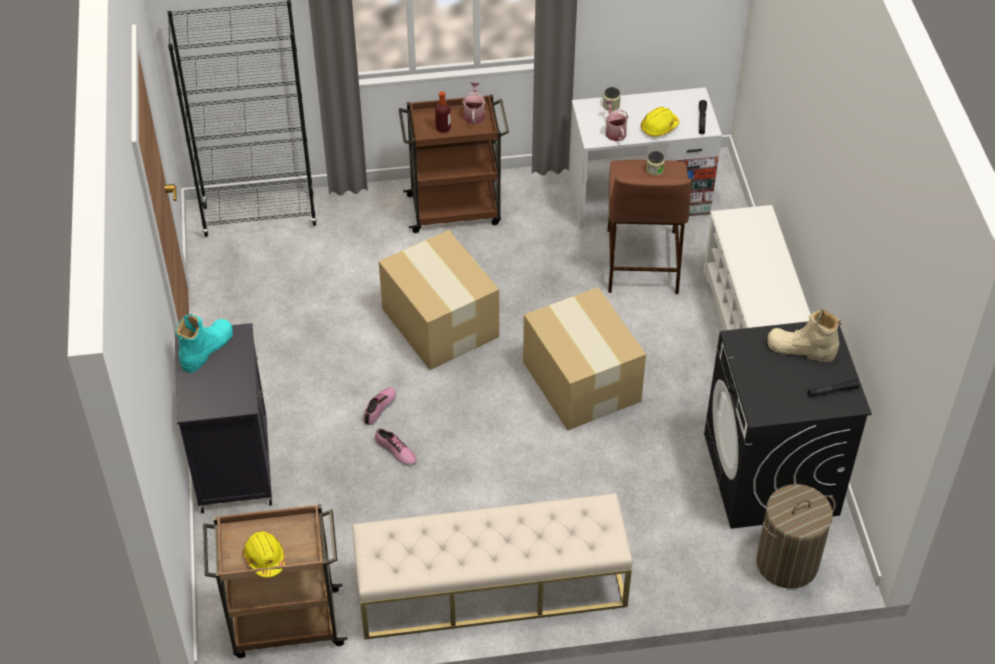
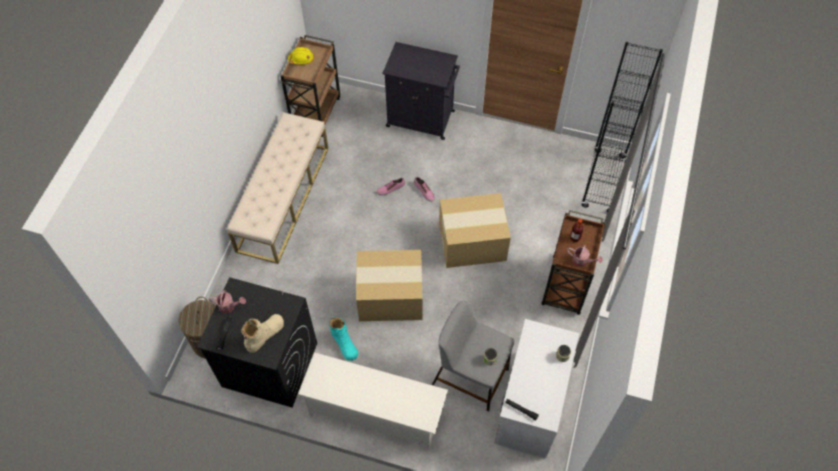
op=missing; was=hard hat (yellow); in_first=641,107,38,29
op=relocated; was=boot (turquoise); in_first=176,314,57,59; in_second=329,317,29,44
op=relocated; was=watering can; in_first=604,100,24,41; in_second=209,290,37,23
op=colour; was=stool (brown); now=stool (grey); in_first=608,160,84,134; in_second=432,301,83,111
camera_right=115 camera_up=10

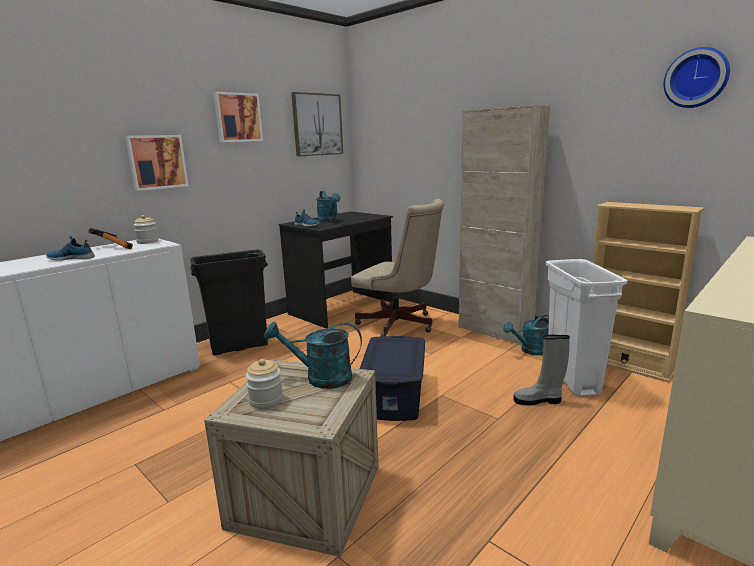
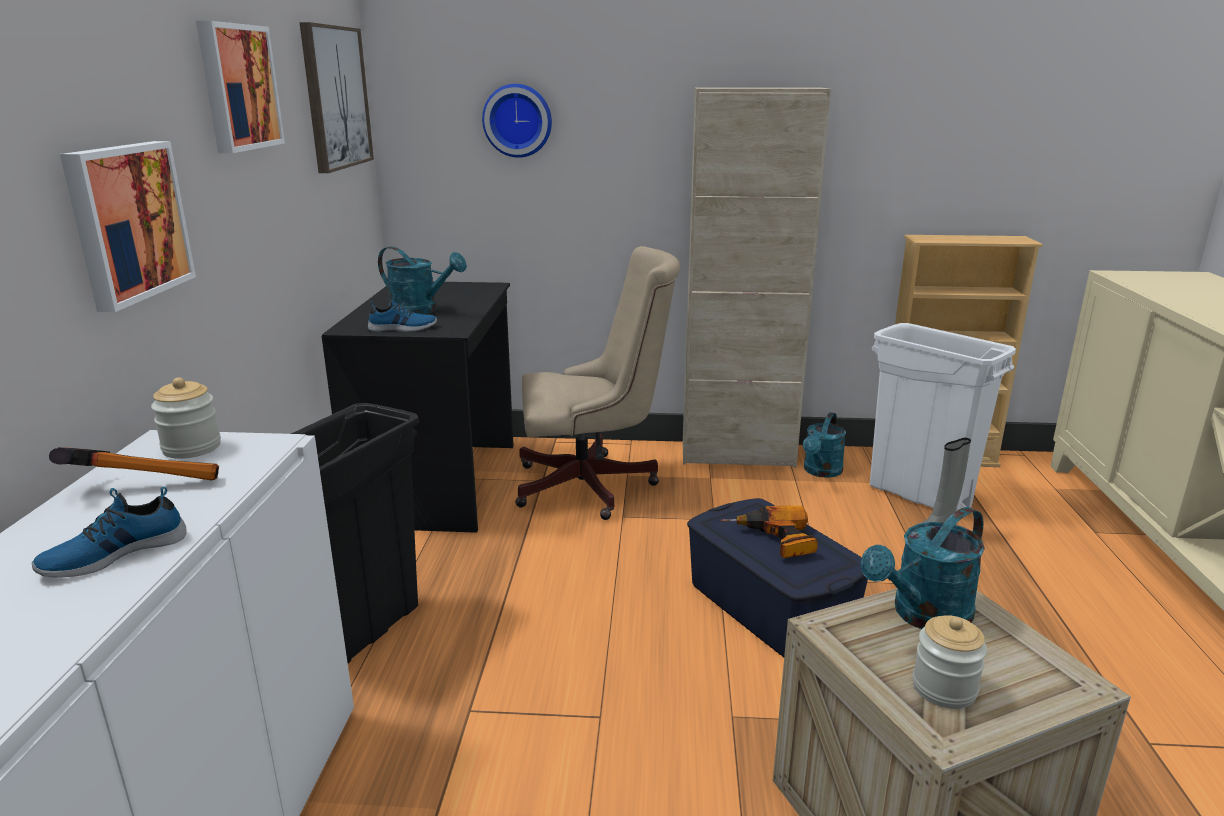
op=appeared; now=power drill; in_second=720,506,98,52
op=relocated; was=wall clock; in_first=663,47,67,61; in_second=482,84,70,74
camera_right=-40 camera_up=5

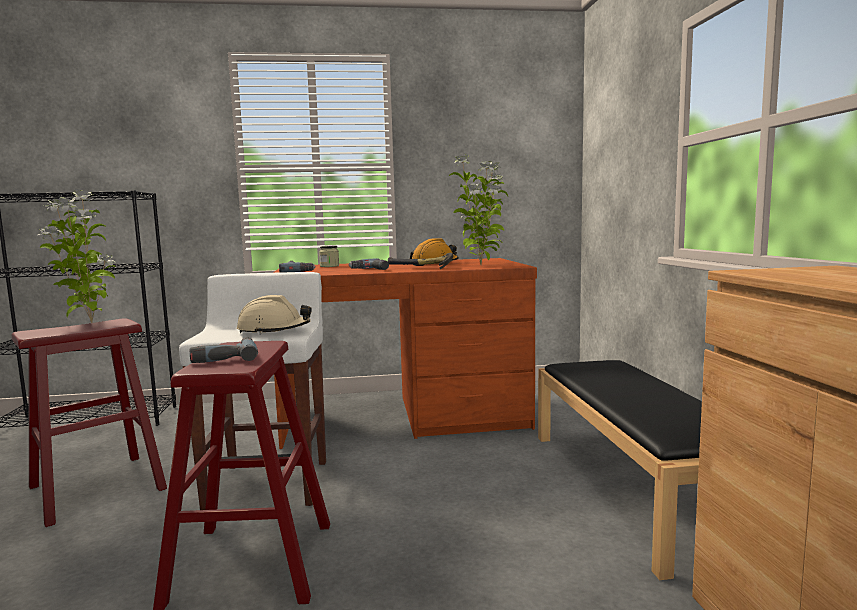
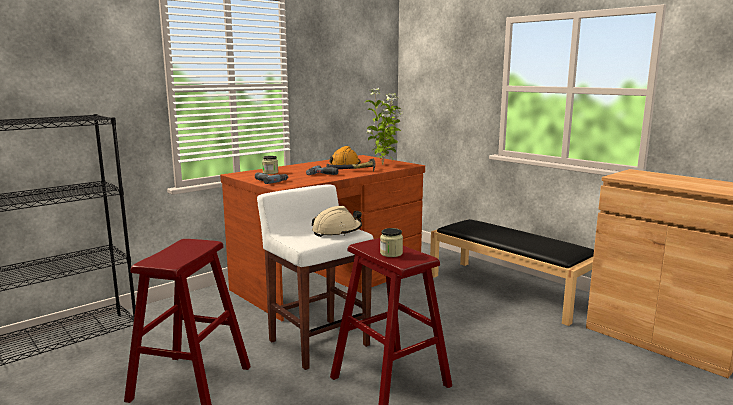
op=missing; was=potted plant; in_first=38,189,78,134
op=exchanged; was=power drill; now=jar; in_first=190,337,68,26; in_second=380,228,23,29
camera_right=-35 camera_up=5

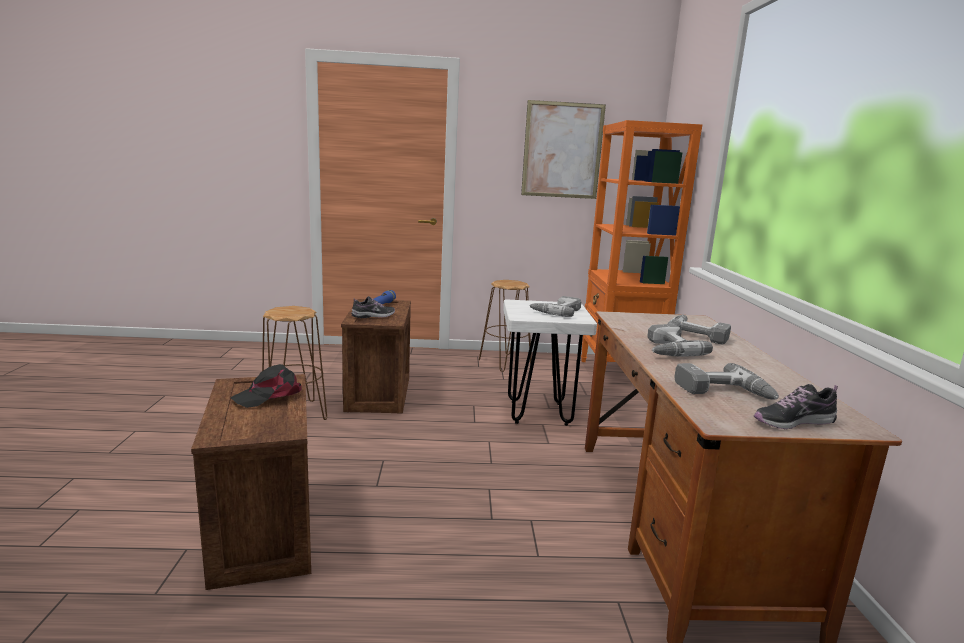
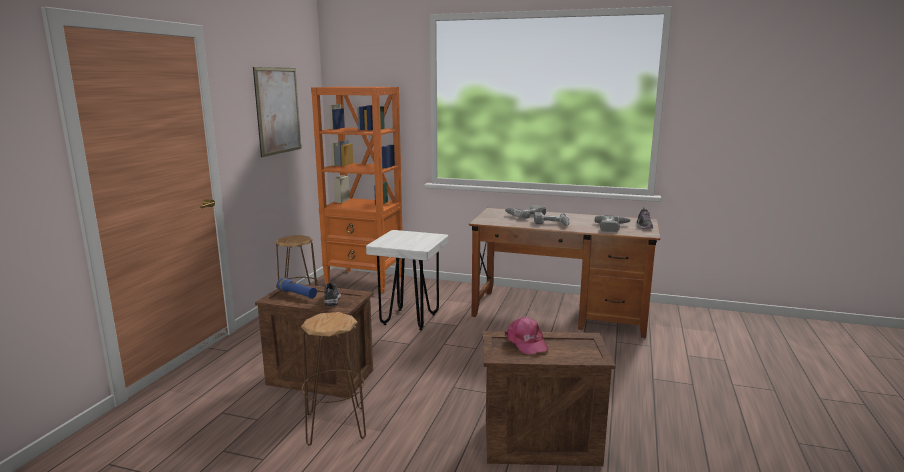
op=missing; was=power drill; in_first=529,296,52,21
op=colour; was=cap (black); now=cap (pink); in_first=231,364,71,44; in_second=505,317,44,37
camera_right=-70 camera_up=0

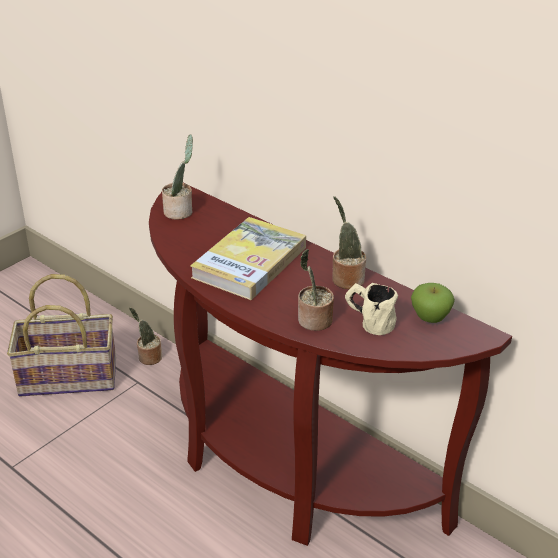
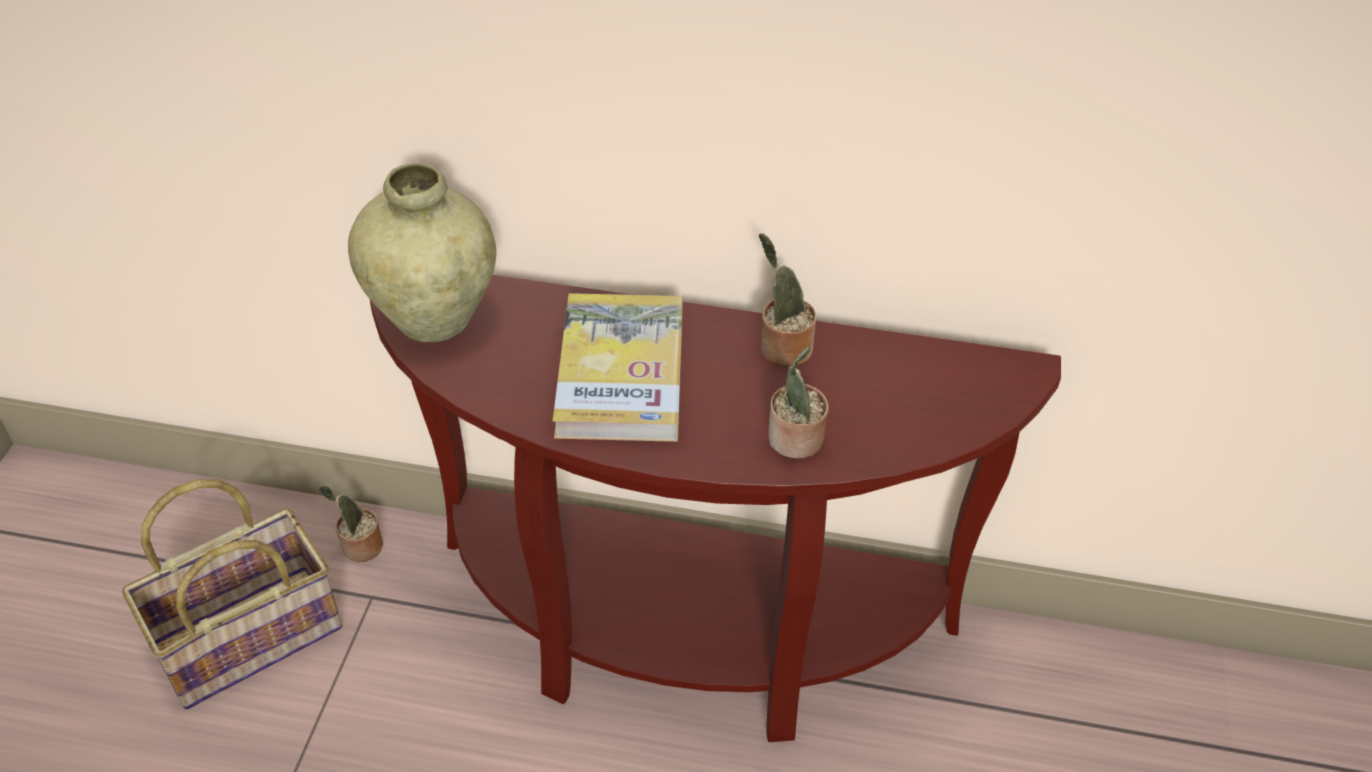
op=missing; was=mug (beige); in_first=345,283,53,52
op=missing; was=apple; in_first=411,283,44,40
op=exchanged; was=potted plant; now=vase (beige); in_first=162,134,31,85; in_second=348,163,148,180
camera_right=-30 camera_up=10

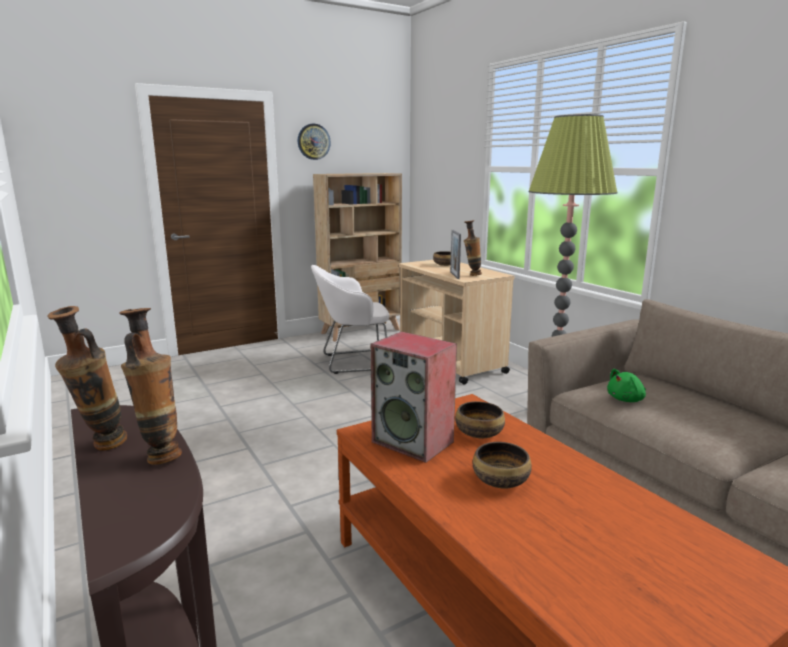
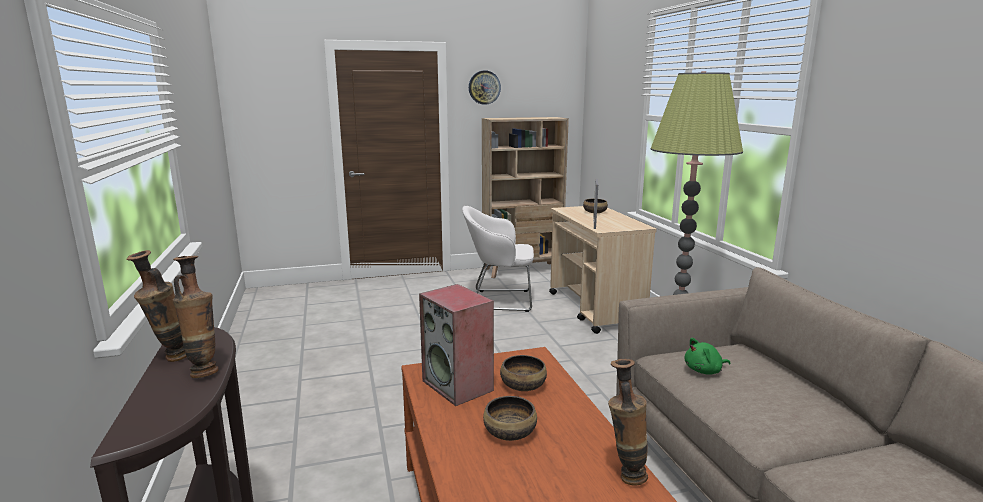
op=relocated; was=vase; in_first=464,220,18,56; in_second=608,359,40,127
camera_right=15 camera_up=0

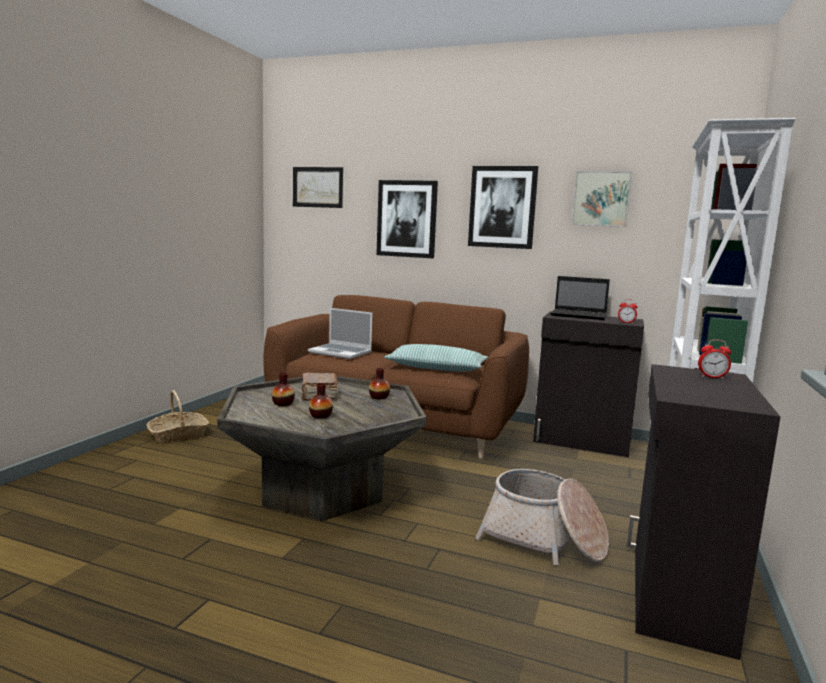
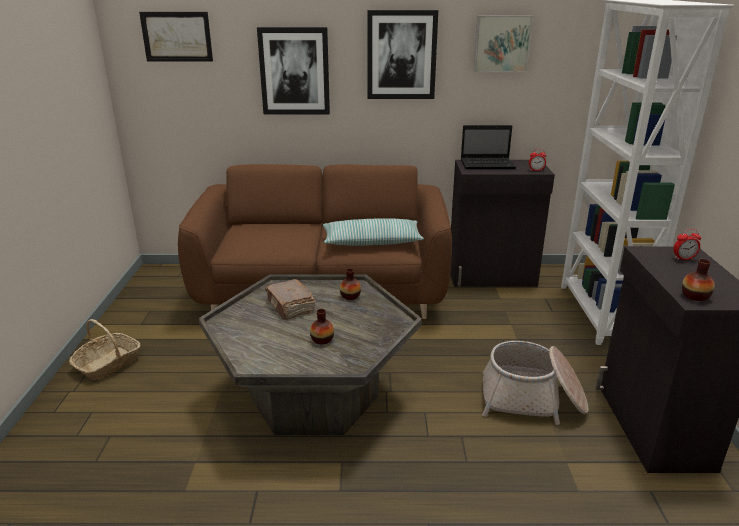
op=missing; was=laptop; in_first=308,308,65,51
op=relocated; was=vase; in_first=272,373,23,33; in_second=682,259,33,42
camera_right=-20 camera_up=15

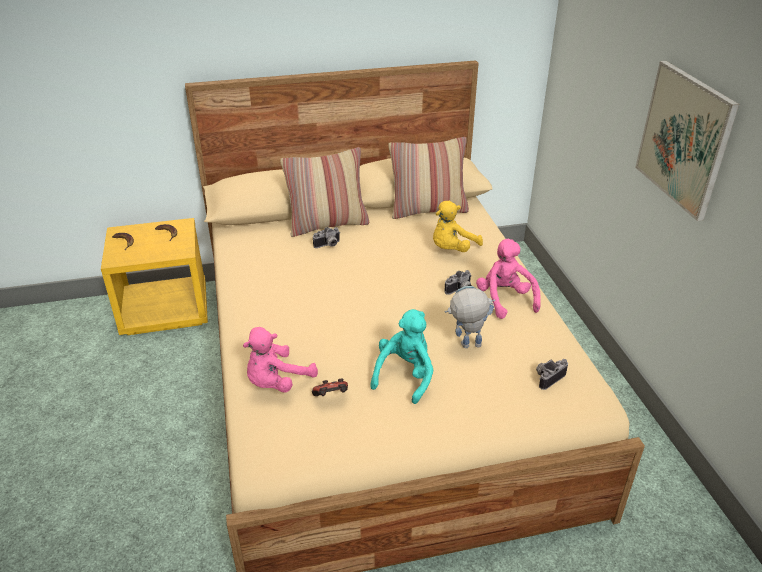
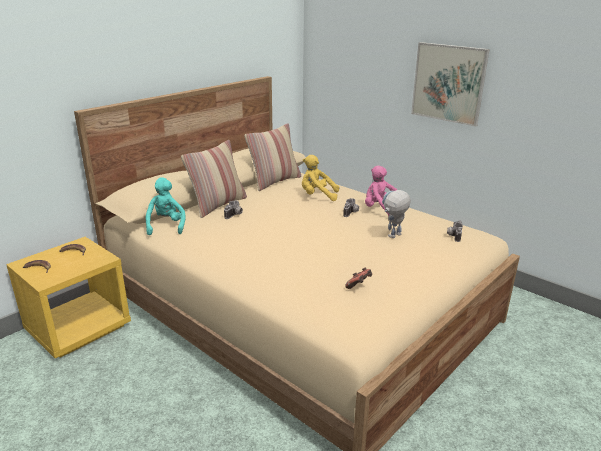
op=missing; was=plush toy (pink); in_first=243,327,75,66
op=relocated; was=plush toy (turquoise); in_first=370,309,64,95; in_second=145,177,40,58
op=spun; was=plush toy (yellow); in_first=433,201,50,51; in_second=302,155,37,46; clockwise=90
camera_right=-35 camera_up=-10

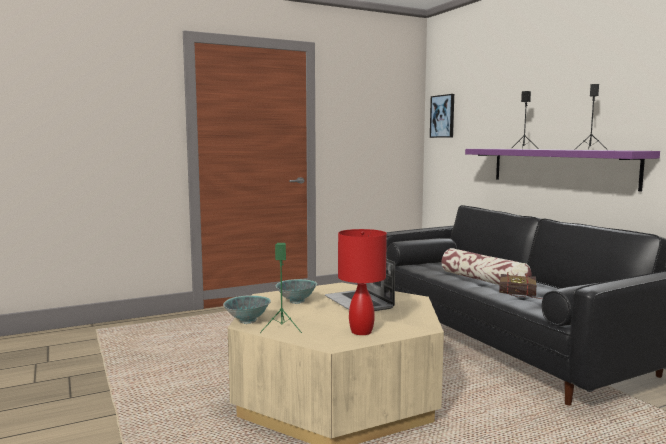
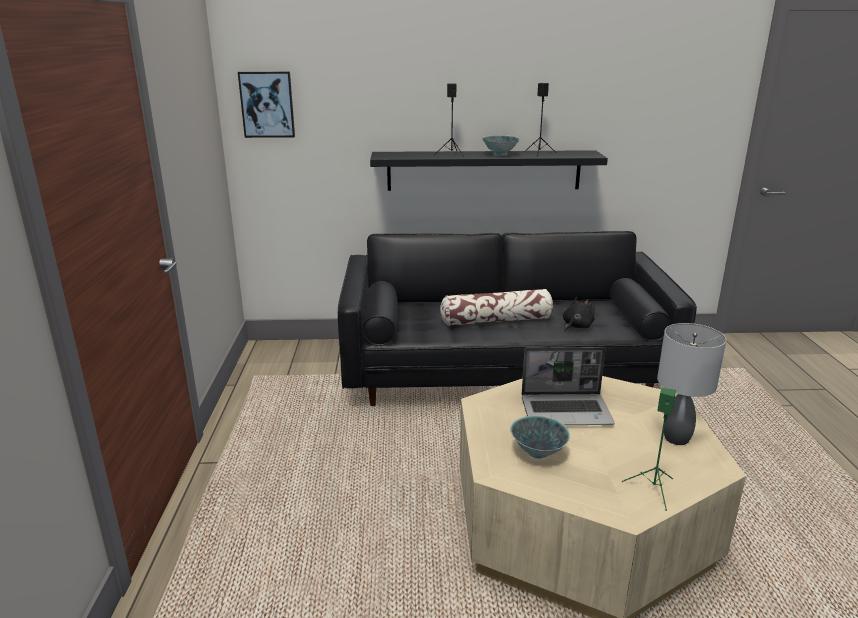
op=relocated; was=bowl; in_first=223,295,48,29; in_second=482,135,38,21
op=exchanged; was=book; now=plush toy (black); in_first=499,272,44,27; in_second=563,297,32,35
op=colour; was=table lamp (red); now=table lamp (grey); in_first=338,229,49,106; in_second=657,323,69,122
op=colour; was=shelf (purple); now=shelf (black); in_first=465,149,195,43; in_second=370,150,238,41
camera_right=-65 camera_up=15

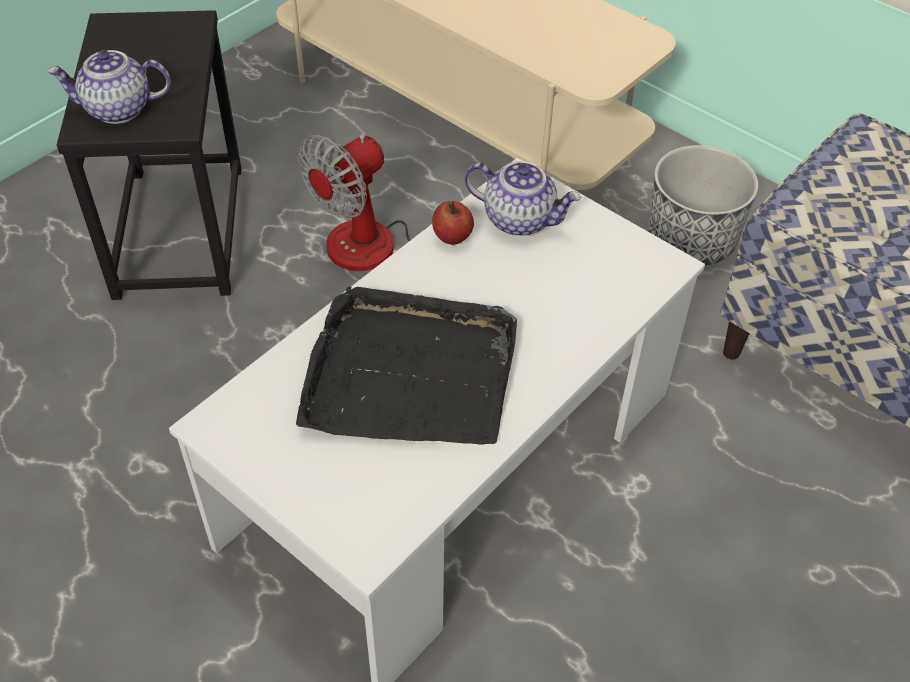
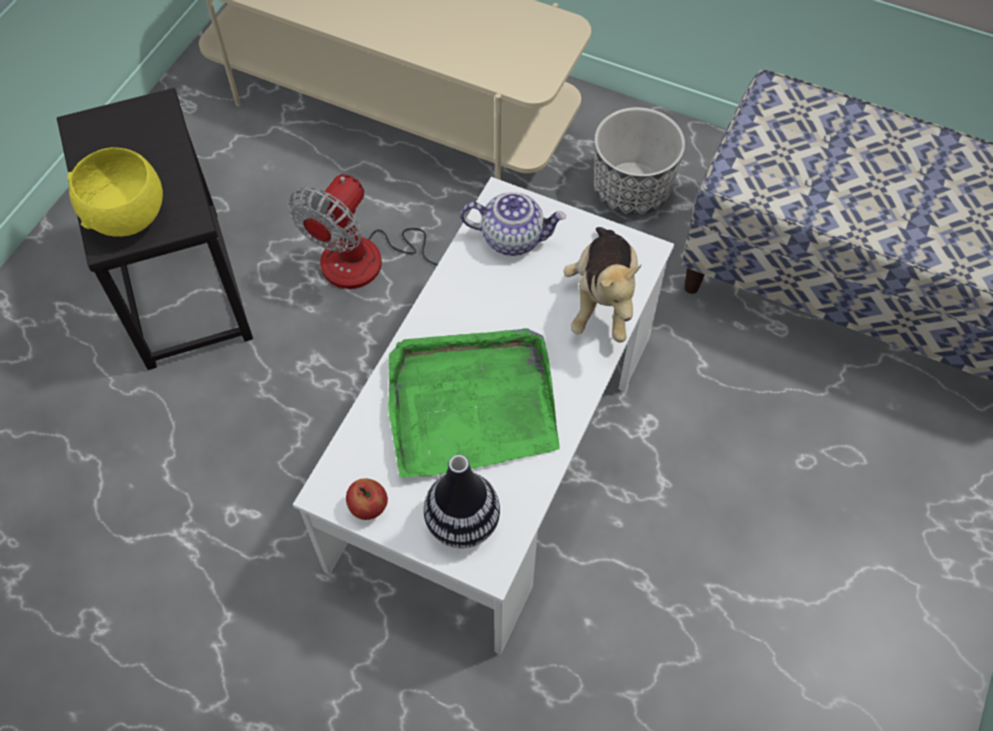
op=appeared; now=vase; in_second=424,455,76,93
op=appeared; now=plush toy; in_second=564,227,77,116
op=relocated; was=apple; in_first=432,201,42,44; in_second=346,479,42,41
op=exchanged; was=teapot; now=bowl (yellow); in_first=47,50,124,74; in_second=67,147,96,90
op=colour; was=tray (black); now=tray (green); in_first=296,286,221,159; in_second=388,328,172,150
camera_right=-15 camera_up=10

